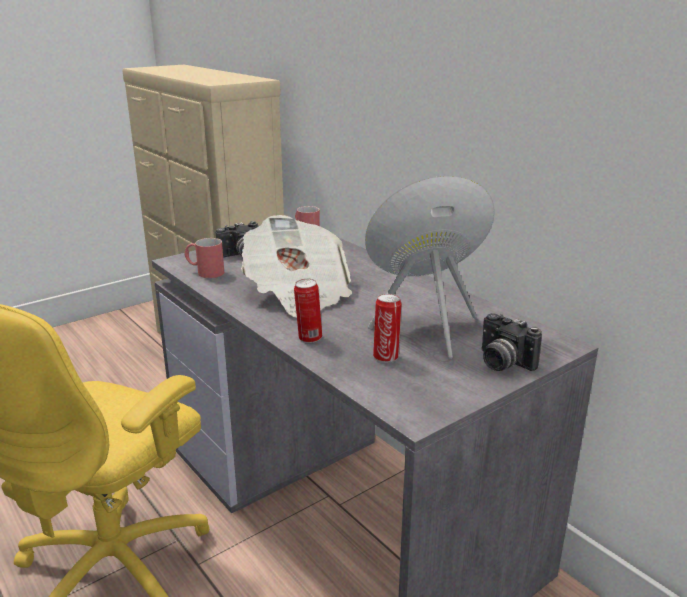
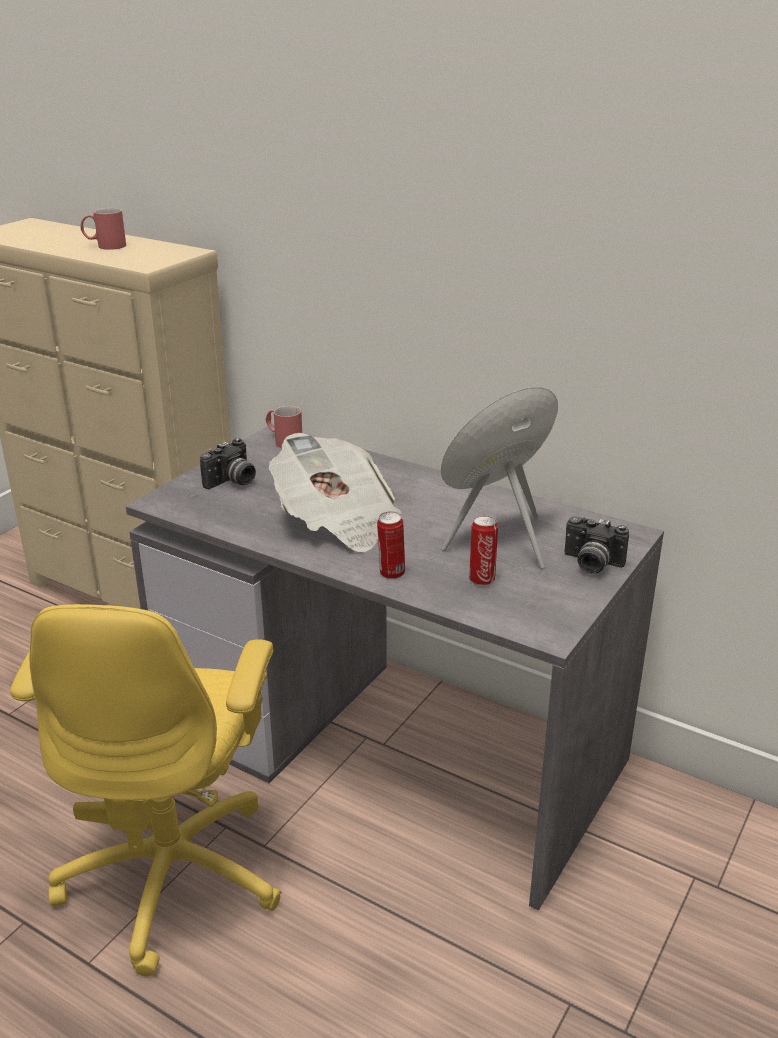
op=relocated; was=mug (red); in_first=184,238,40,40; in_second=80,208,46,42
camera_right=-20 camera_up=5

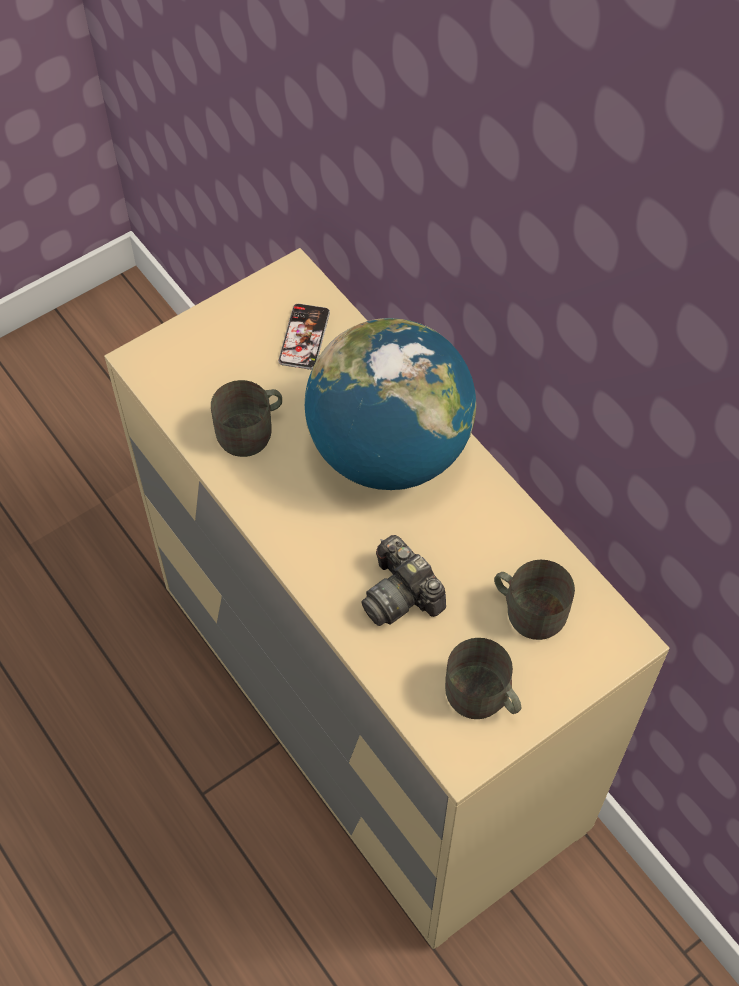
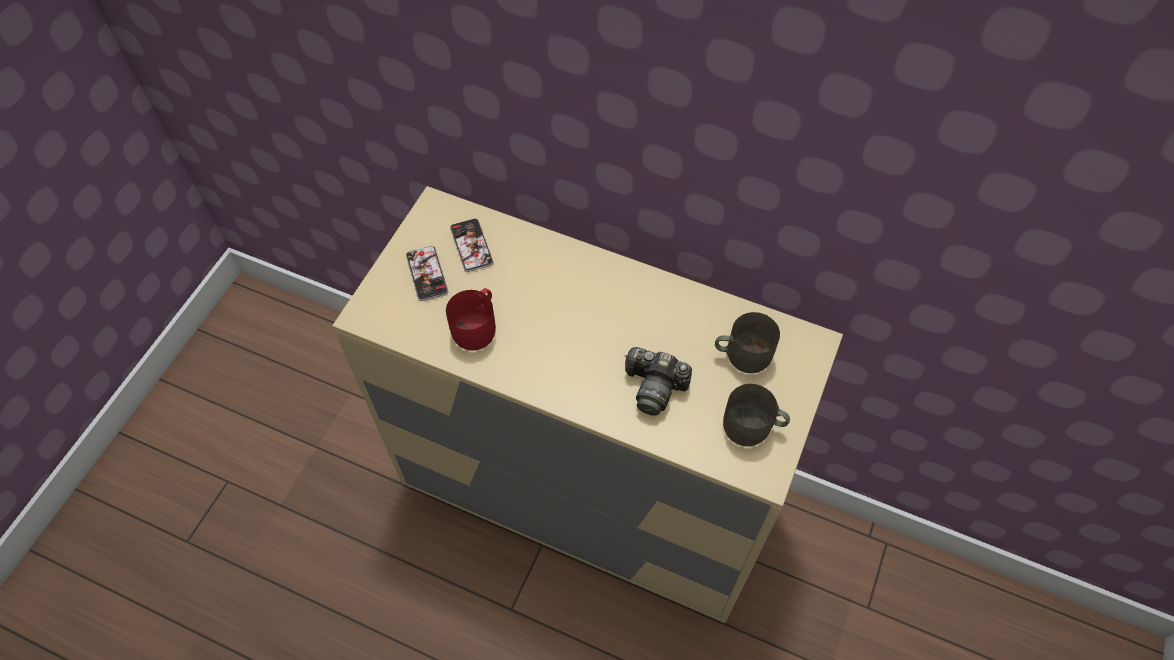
op=missing; was=globe; in_first=305,318,171,172
op=appeared; now=phone; in_second=406,246,42,55
op=colour; was=mug (grey); now=mug (red); in_first=211,380,71,77; in_second=446,288,50,63
camera_right=-30 camera_up=0

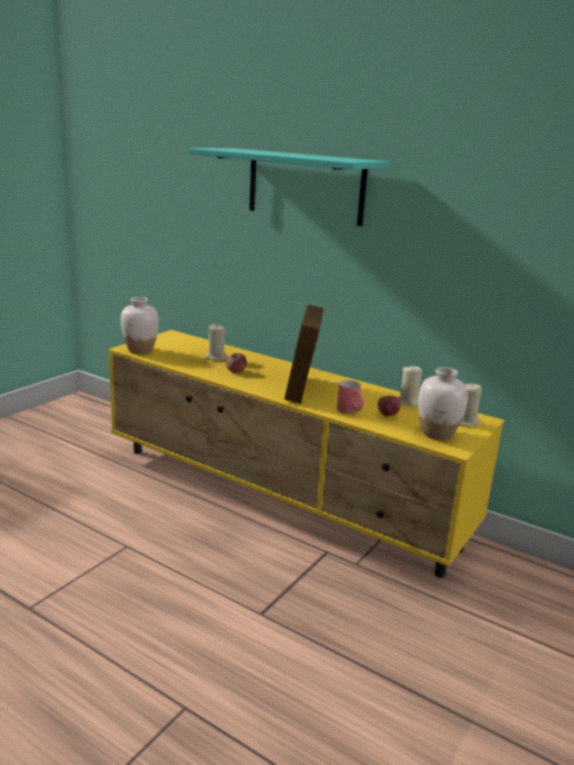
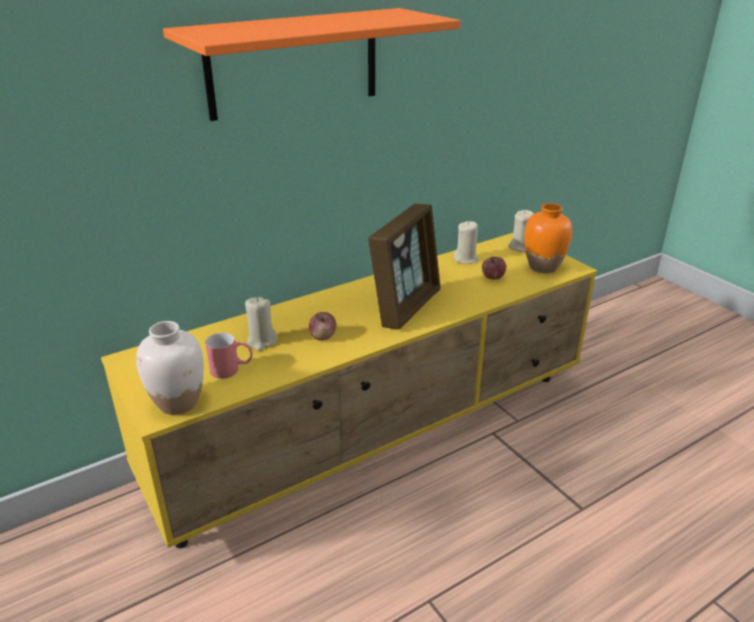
op=relocated; was=mug (red); in_first=337,380,27,34; in_second=205,333,48,46
op=colour; was=shelf (turquoise); now=shelf (orange); in_first=189,148,202,78; in_second=163,8,298,113
op=colour; was=vase (white); now=vase (orange); in_first=418,367,50,73; in_second=525,203,47,70
op=spun; was=picture frame; in_first=284,305,40,98; in_second=368,204,73,126; clockwise=-90
camera_right=-65 camera_up=10

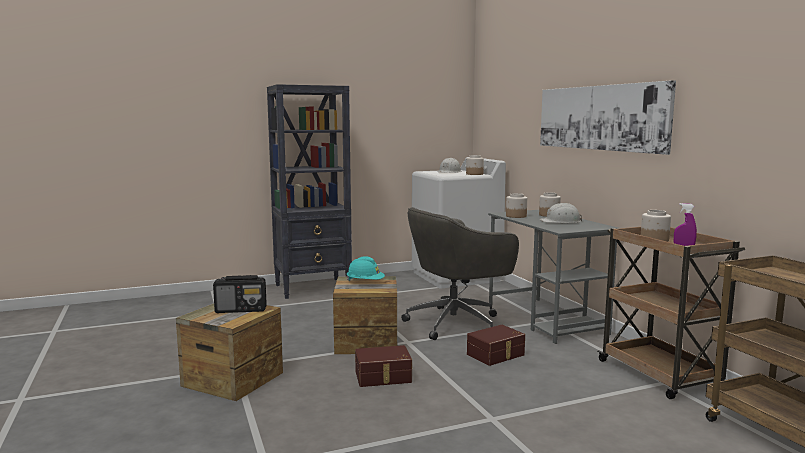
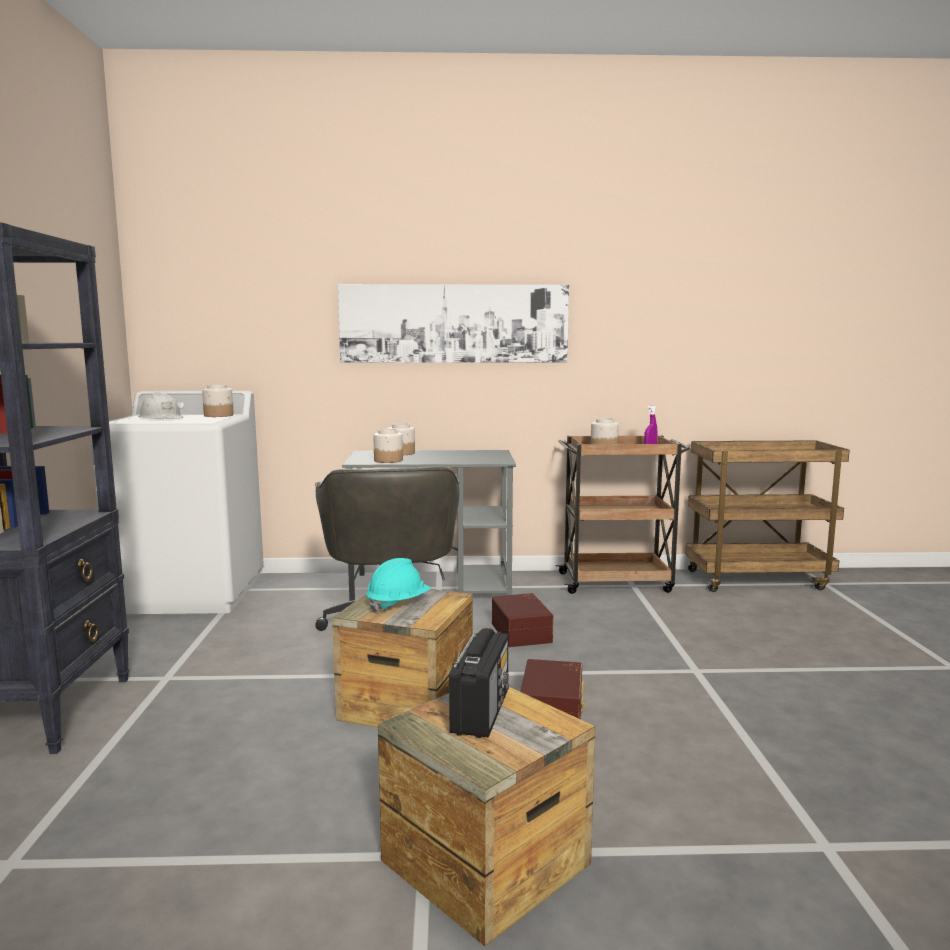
op=missing; was=hard hat (white); in_first=539,203,43,20
camera_right=-70 camera_up=0

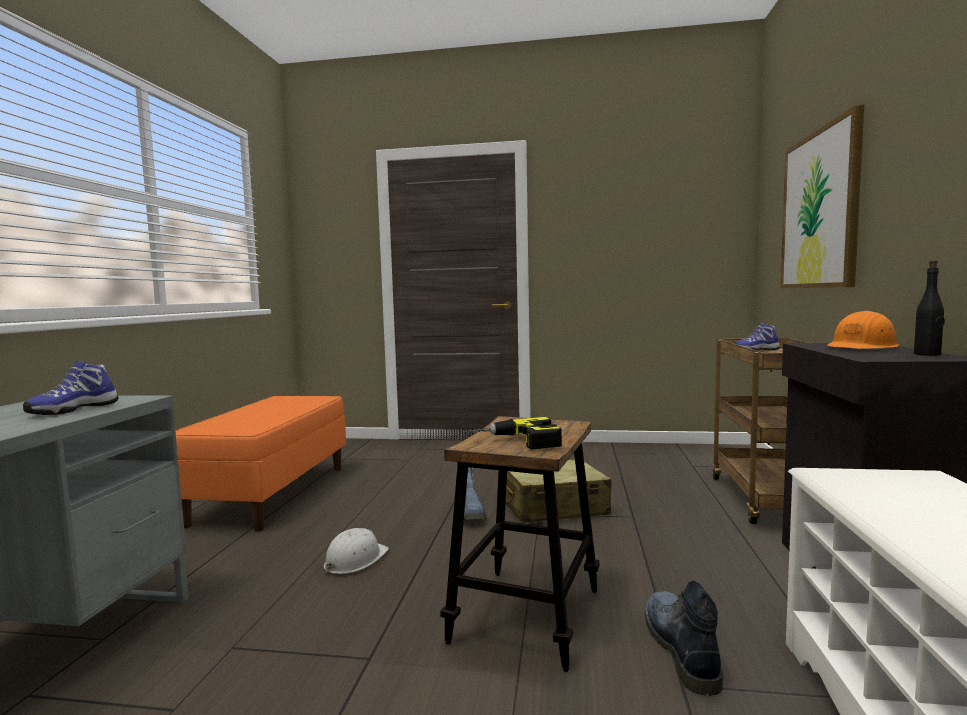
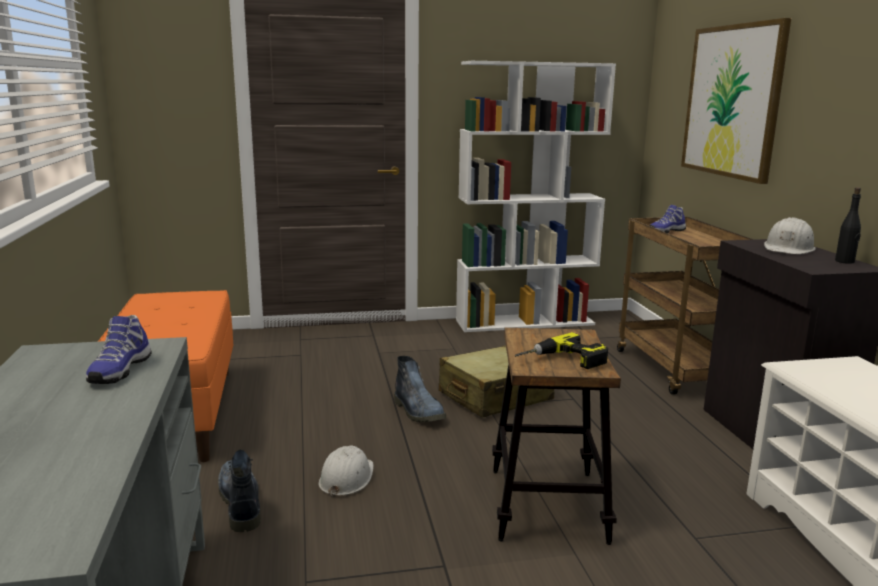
op=appeared; now=bookcase (white); in_second=456,61,160,271
op=relocated; was=boot; in_first=645,580,78,116; in_second=218,449,43,83
op=colour; was=hard hat (orange); now=hard hat (white); in_first=827,311,72,38; in_second=764,217,52,37
camera_right=-20 camera_up=10

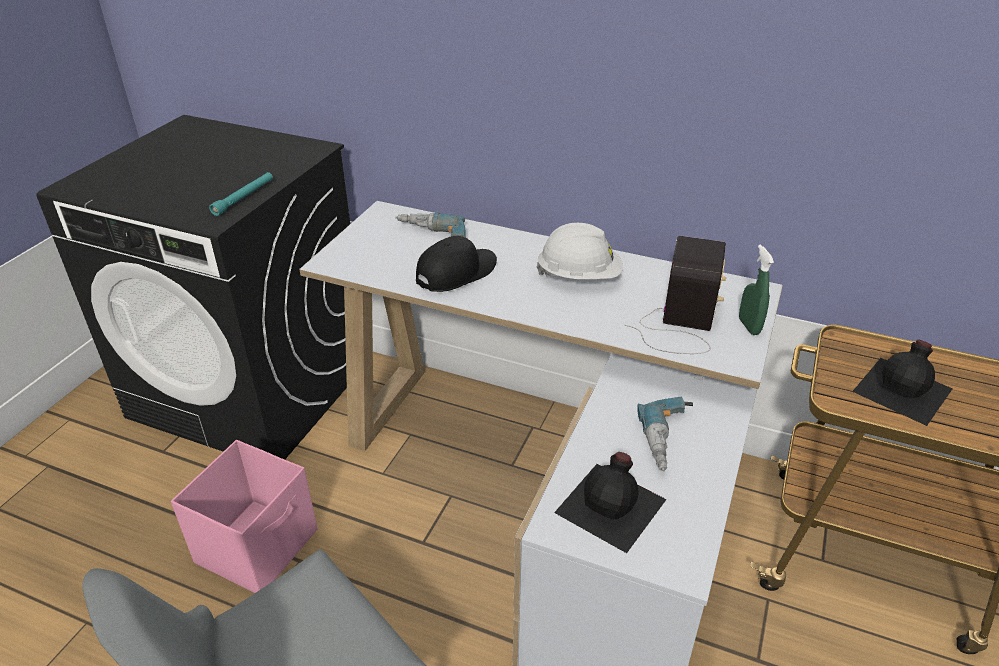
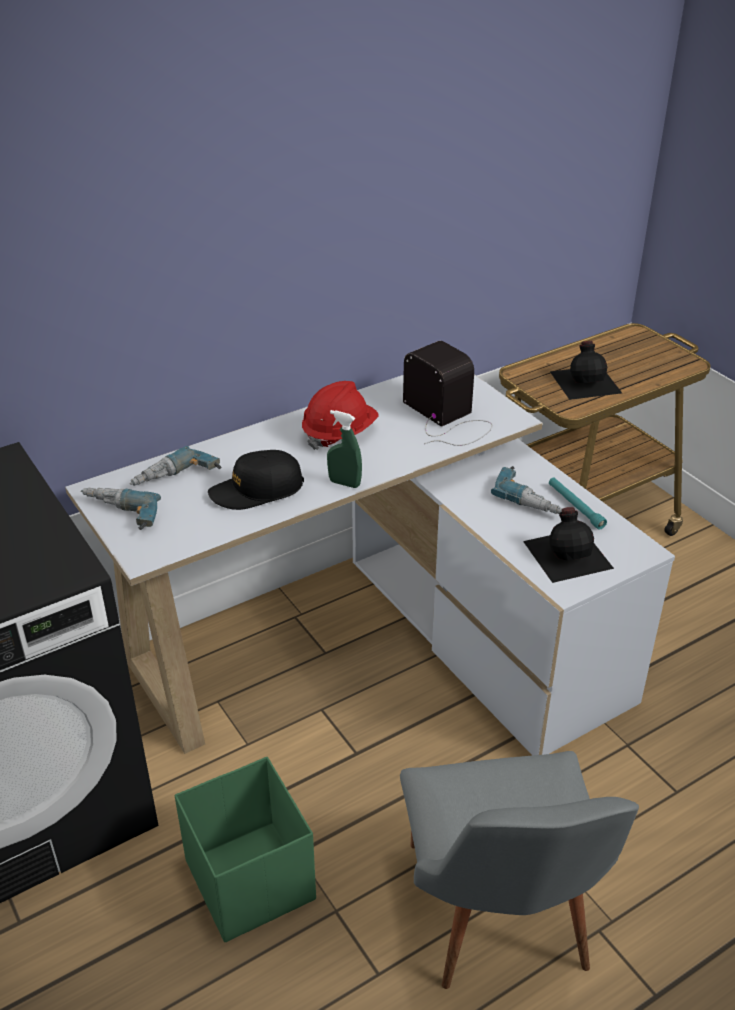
op=appeared; now=power drill; in_second=81,488,80,42
op=relocated; was=flashlight (turquoise); in_first=209,172,64,44; in_second=549,477,58,53
op=relocated; was=spray bottle (green); in_first=739,245,35,90; in_second=327,410,35,78
op=colour; was=storage box (pink); now=storage box (green); in_first=171,440,146,153; in_second=174,757,142,185
op=colour; was=hard hat (white); now=hard hat (red); in_first=536,223,87,56; in_second=302,381,77,69
op=spun; was=cap (black); in_first=416,236,81,56; in_second=208,450,96,60; clockwise=-105
camera_right=-55 camera_up=0

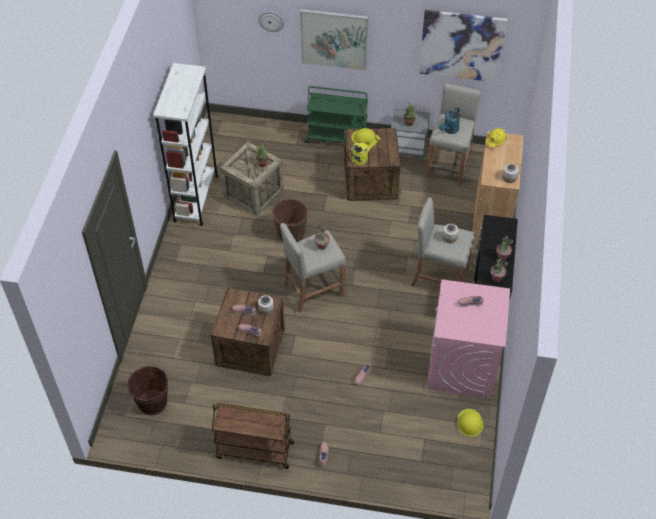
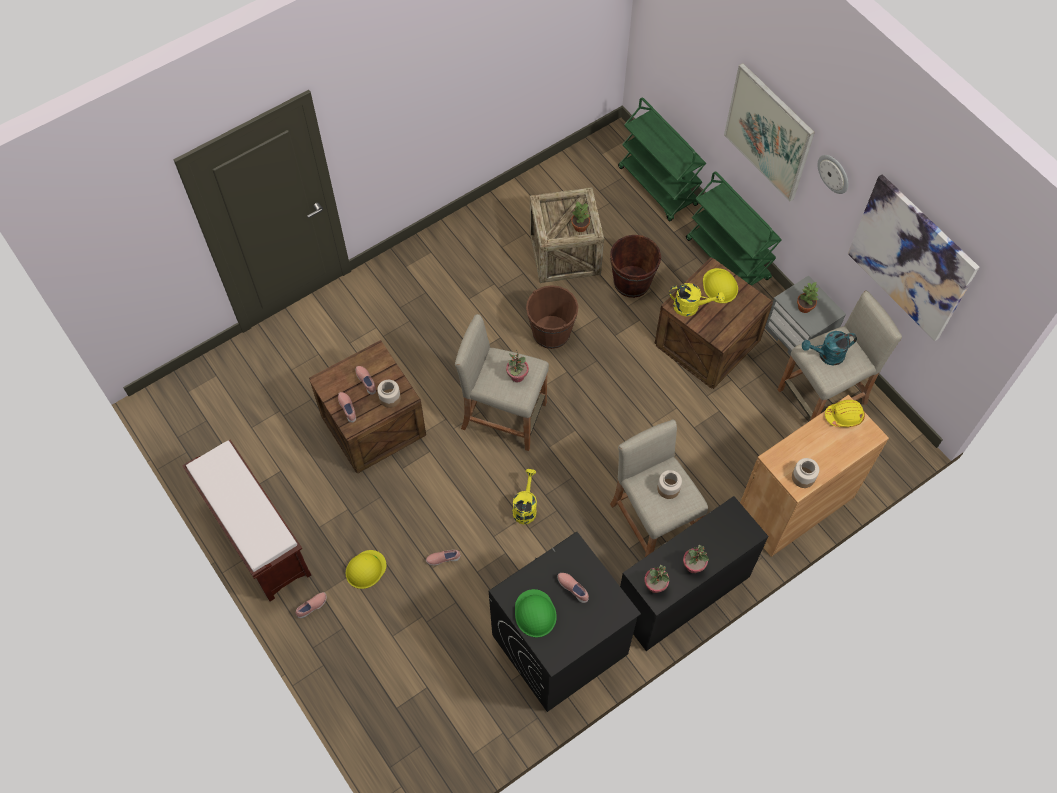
op=missing; was=bookcase (white); in_first=153,63,65,163
op=appeared; now=watering can (yellow); in_second=512,469,25,55
op=appeared; now=hard hat (green); in_second=515,589,42,48
op=appeared; now=cart (green); in_second=618,97,88,124
op=relocated; was=bucket (brown); in_first=127,366,41,49; in_second=610,235,51,63
op=relocated; was=wall clock; in_first=258,11,26,21; in_second=818,155,30,39
op=relocated; was=hard hat (yellow); in_first=457,409,26,28; in_second=346,550,40,39
op=exchanged; was=cart (brown); now=bench (brown); in_first=212,403,82,66; in_second=182,440,129,161
op=colour; was=washing machine (pink); now=washing machine (black); in_first=427,279,83,119; in_second=489,532,152,180
camera_right=45 camera_up=10

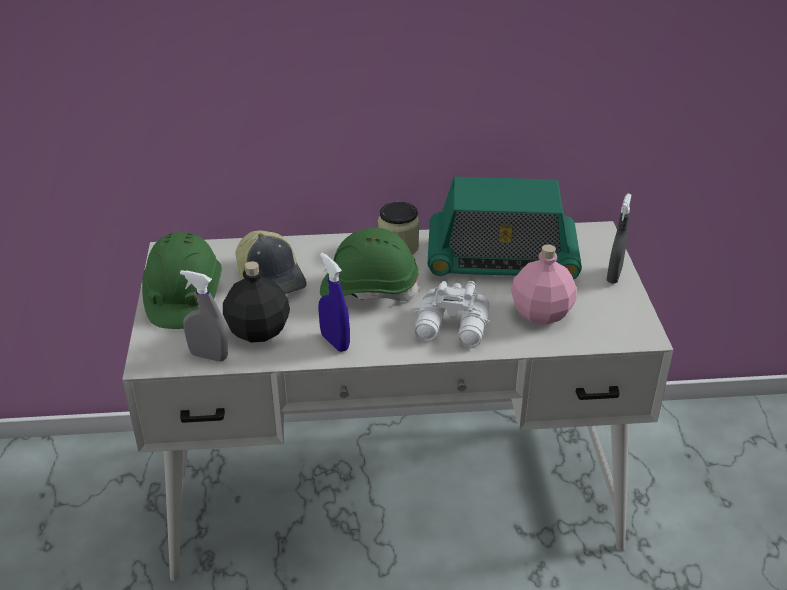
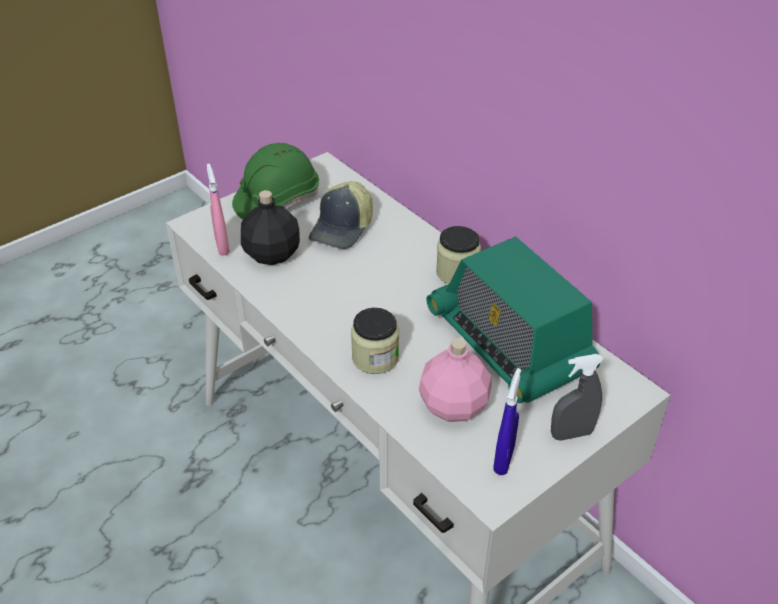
op=missing; was=hard hat (green); in_first=320,228,100,73
op=relocated; was=spray bottle (blue); in_first=318,252,32,100; in_second=493,368,28,107
op=exchanged; was=binoculars (white); now=jar; in_first=414,281,76,67; in_second=351,308,48,66
op=colour; was=spray bottle (grey); now=spray bottle (pink); in_first=180,270,48,92; in_second=207,163,23,93
camera_right=55 camera_up=5

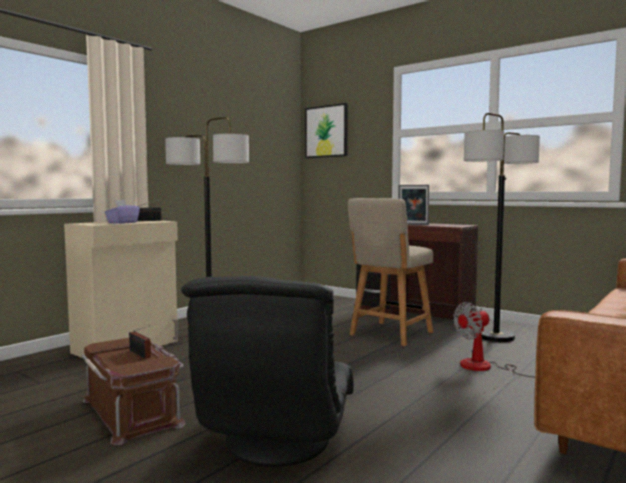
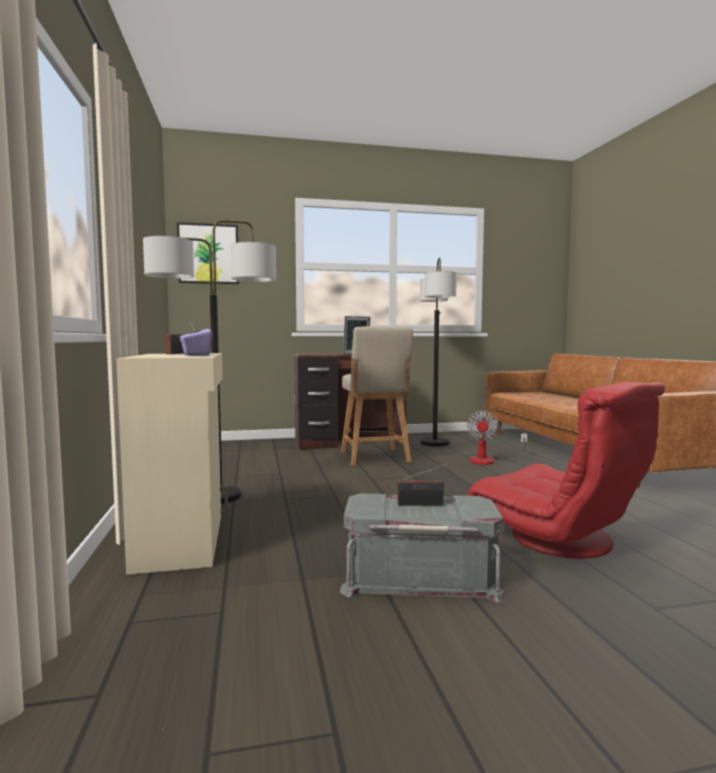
op=colour; was=storage box (brown); now=storage box (grey); in_first=82,338,103,107; in_second=340,494,166,109
op=colour; was=armchair (black); now=armchair (red); in_first=181,276,173,191; in_second=467,382,198,177
camera_right=-50 camera_up=0

